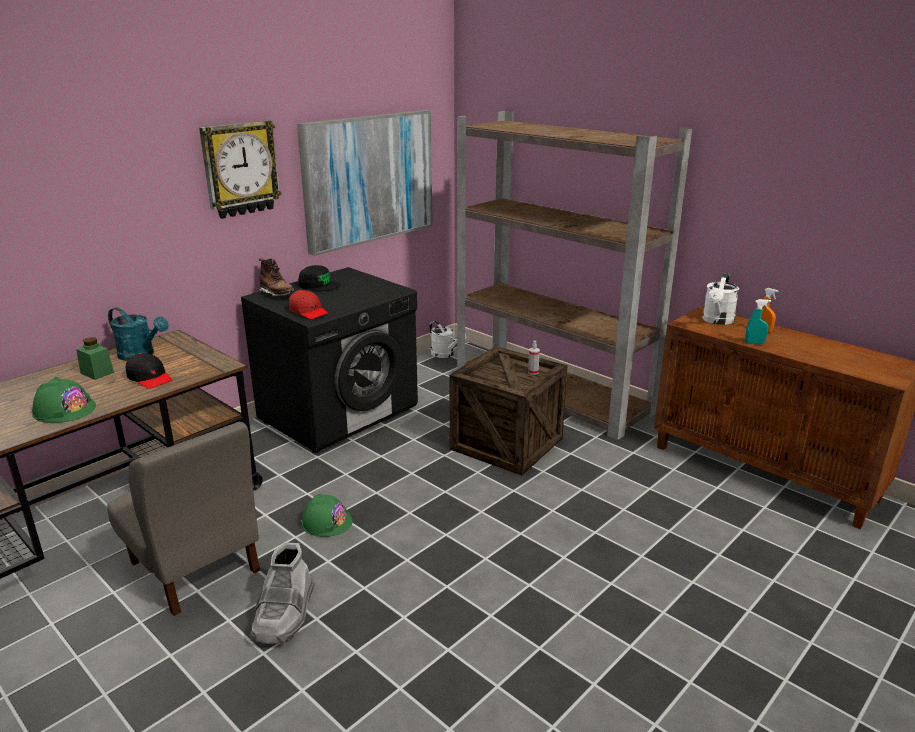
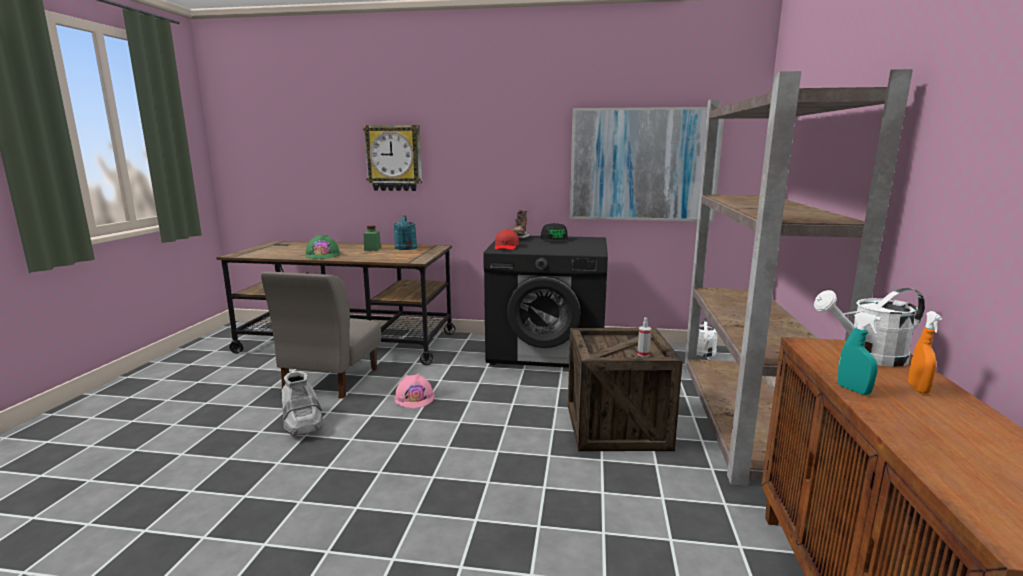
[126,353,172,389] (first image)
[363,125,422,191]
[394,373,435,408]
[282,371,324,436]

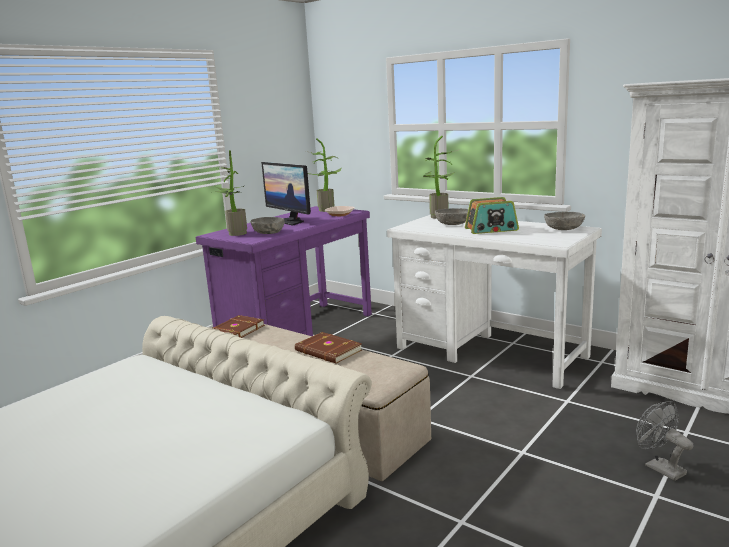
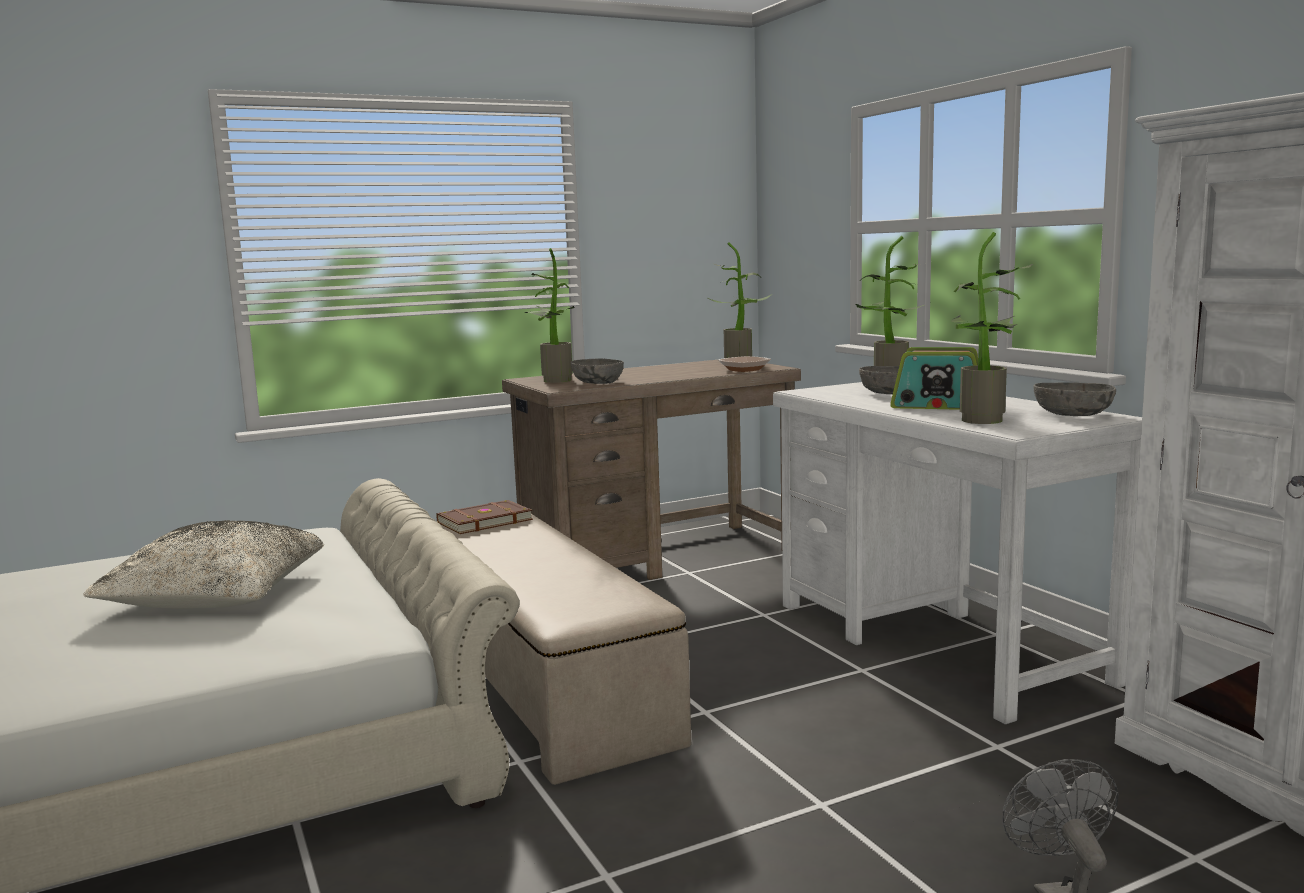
[261,162,311,226] (first image)
[295,332,362,364] (first image)
[84,520,324,609]
[951,232,1033,424]
[502,360,801,580]

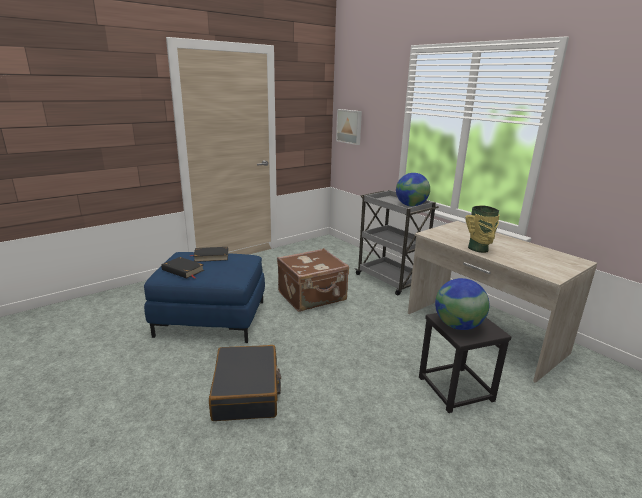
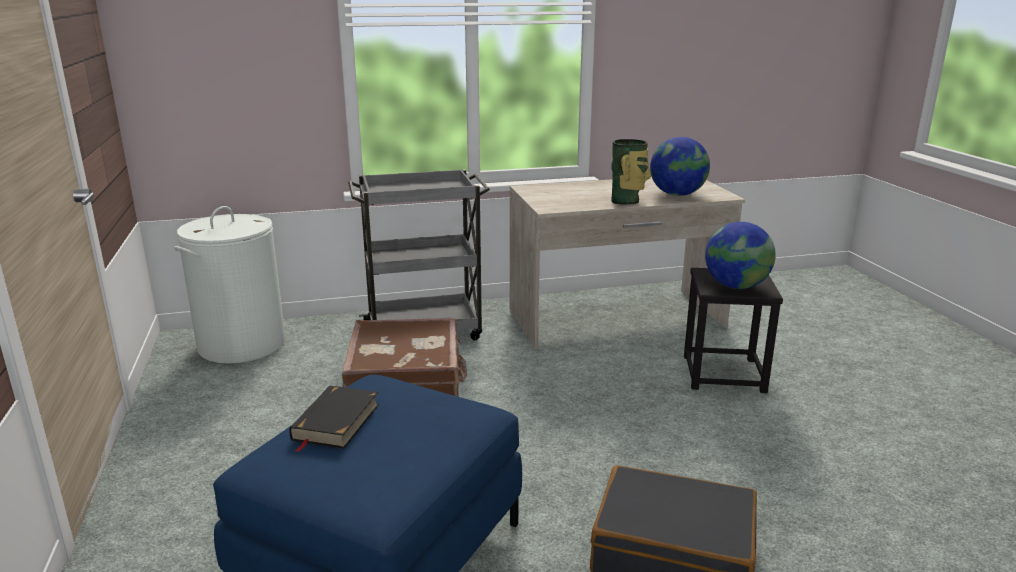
[161,257,205,279] (first image)
[336,109,362,145] (first image)
[174,206,285,364]
[650,137,710,196]

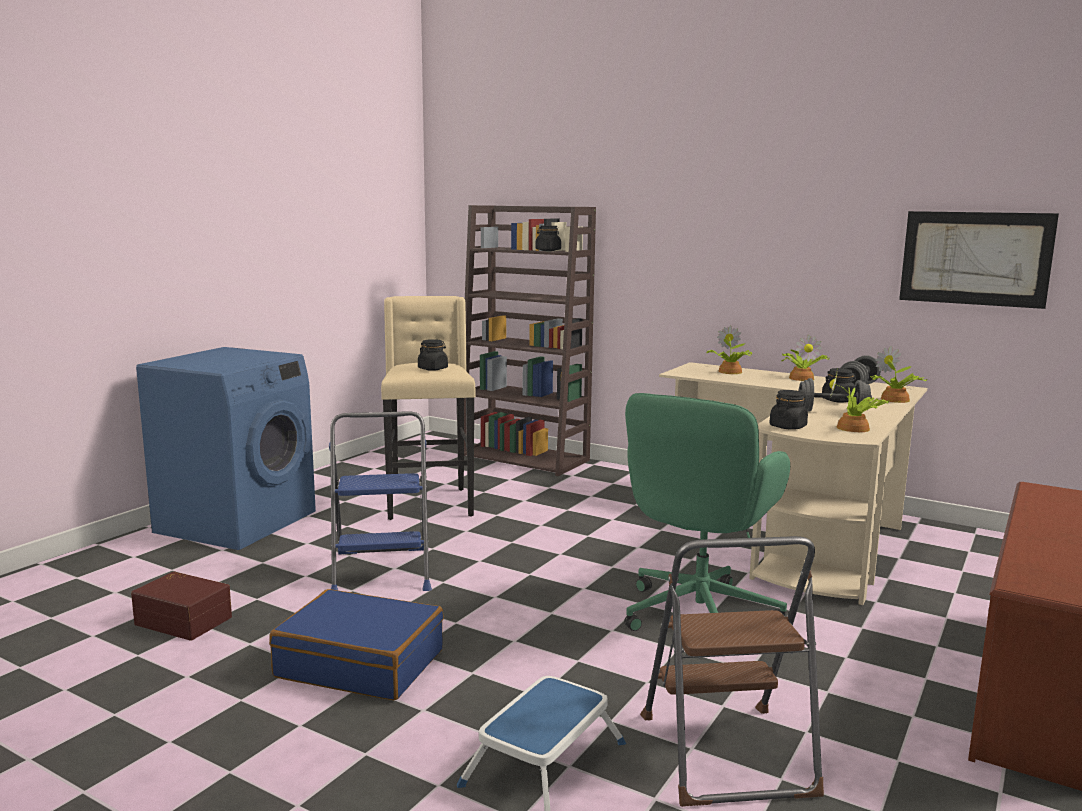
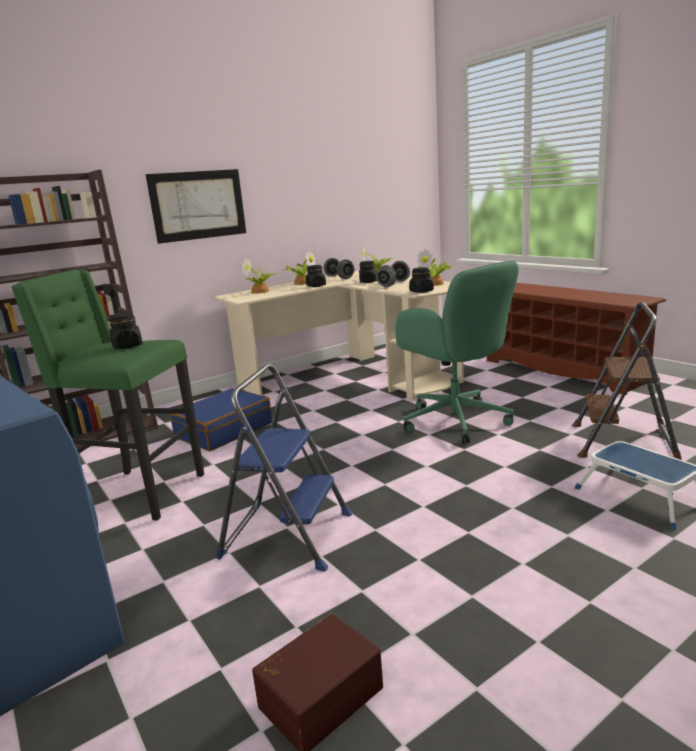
[170,388,272,451]
[306,265,326,287]
[146,169,246,244]
[11,269,204,521]

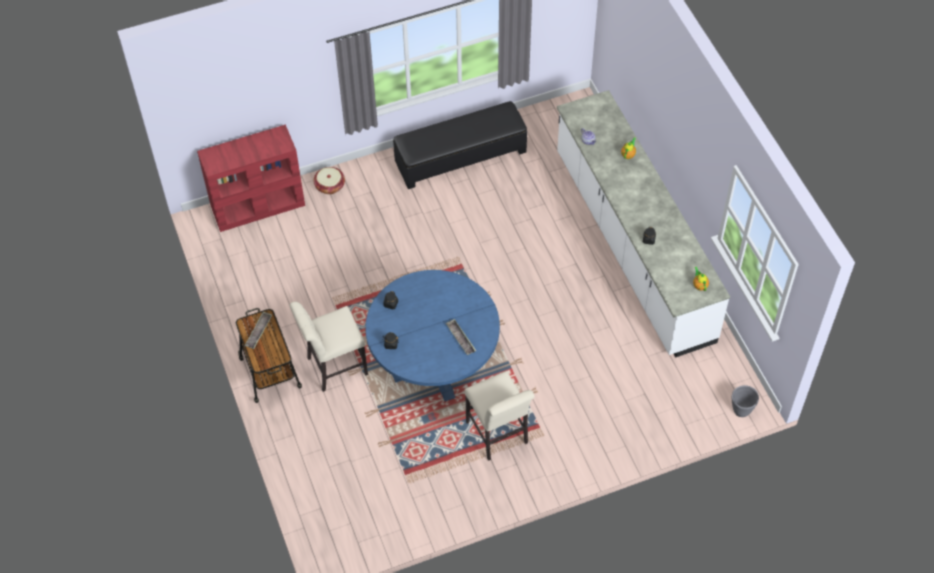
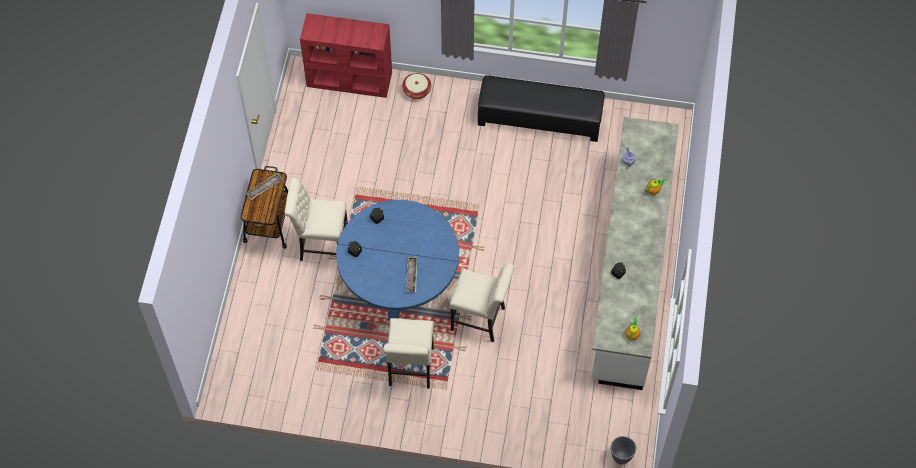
[450,264,514,342]

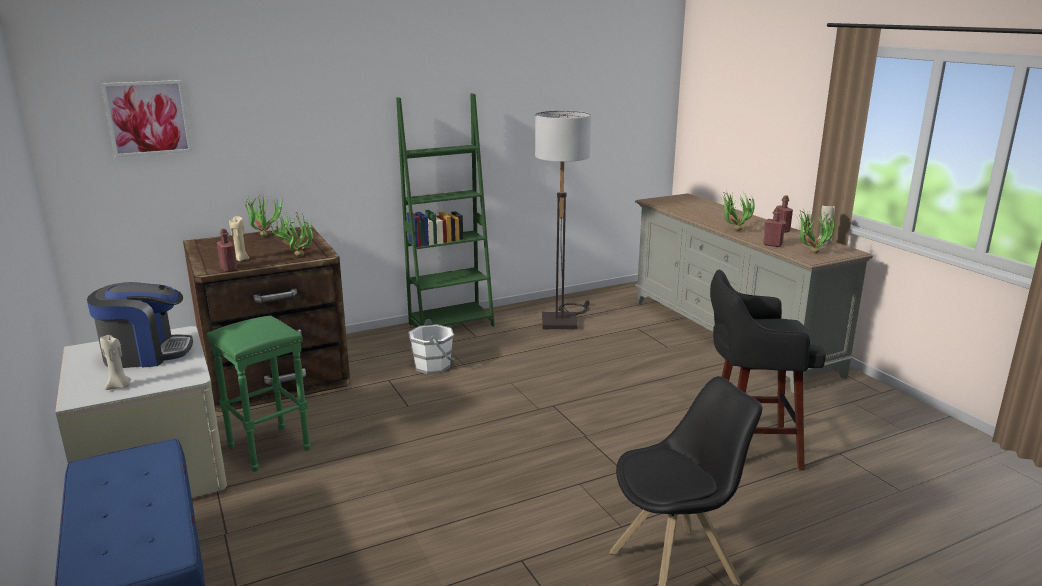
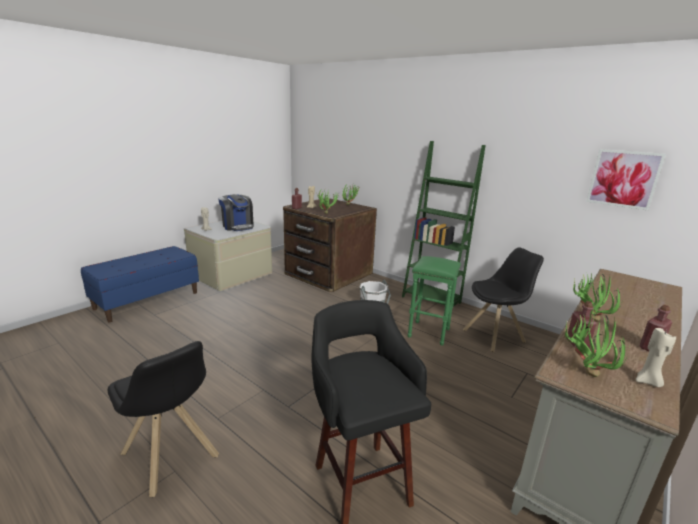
[586,149,666,210]
[408,256,461,346]
[463,247,544,352]

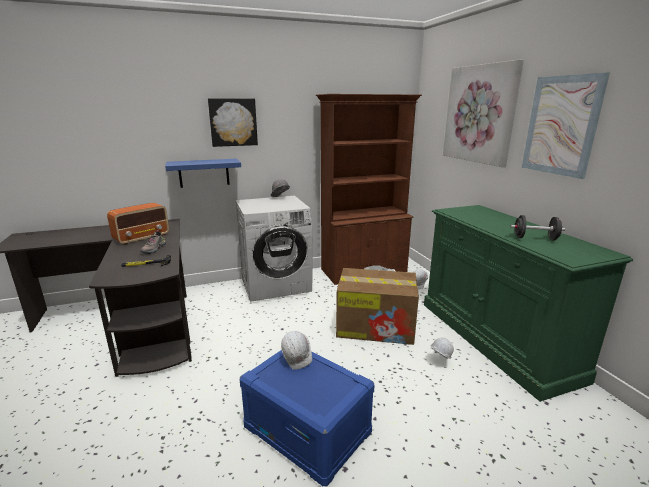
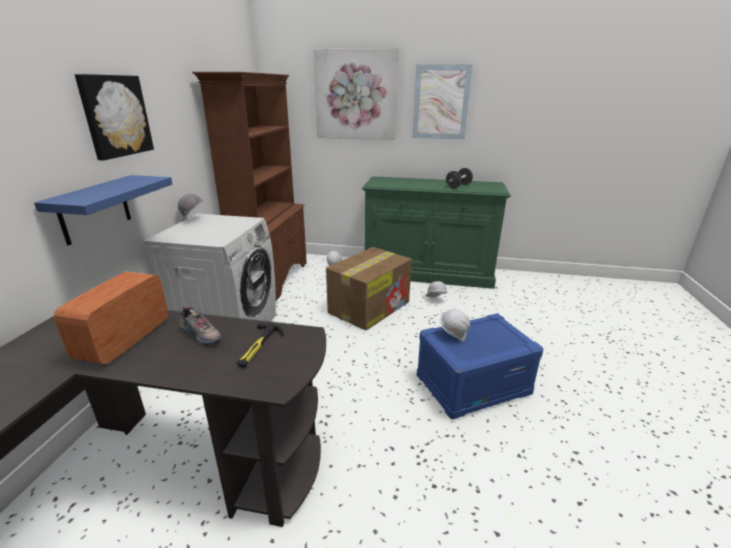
[54,272,168,365]

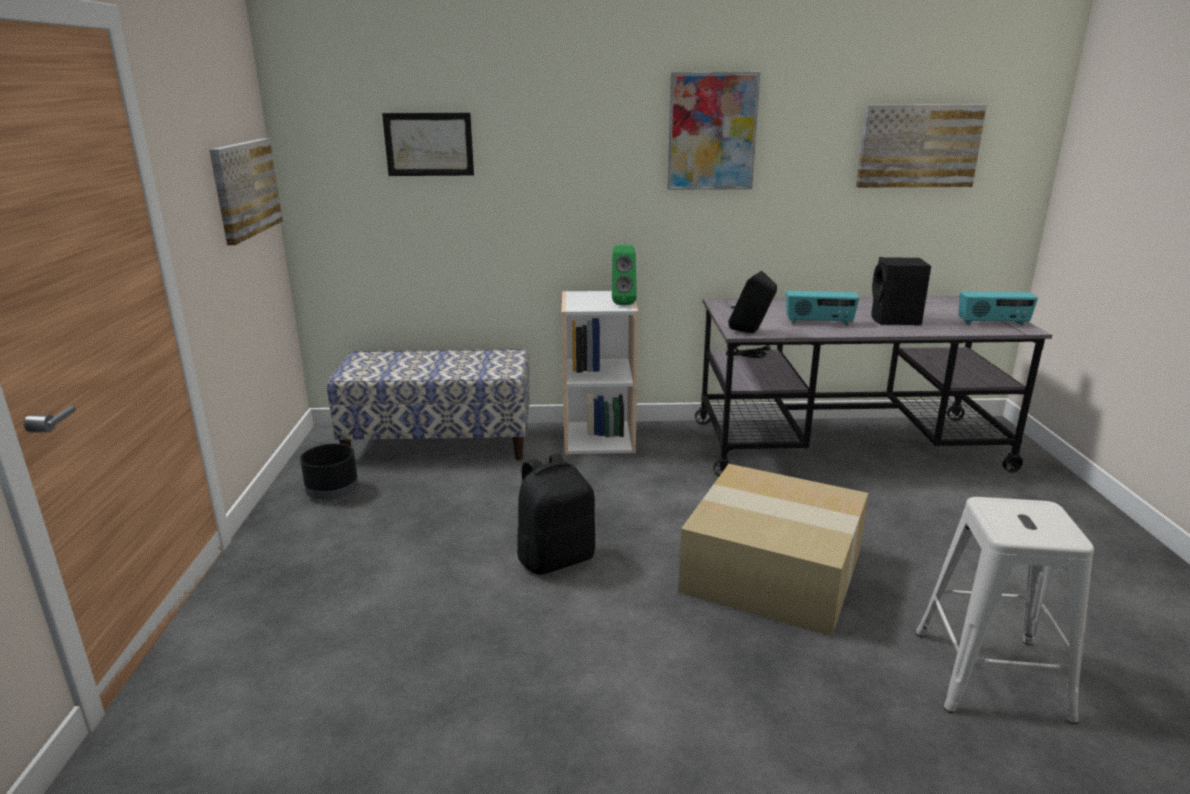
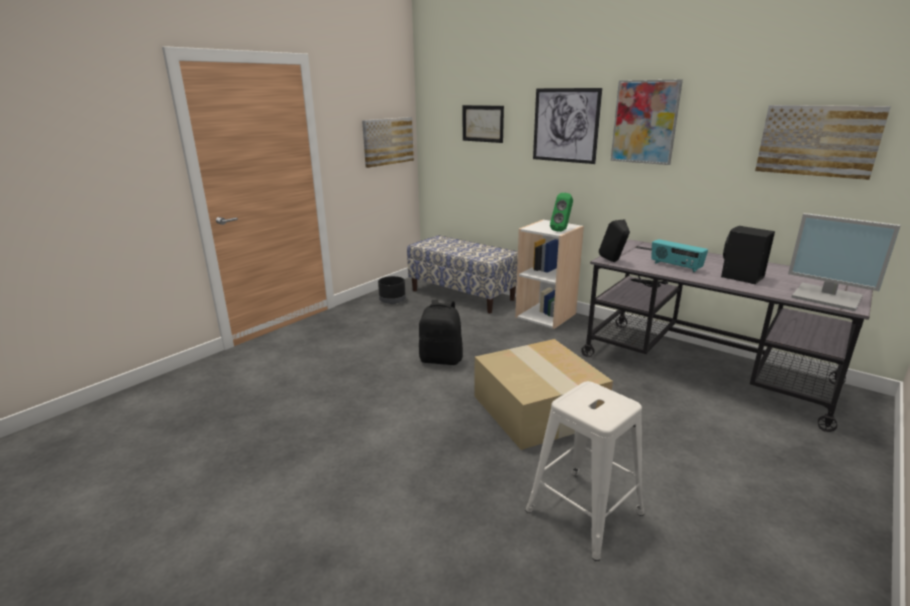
[533,88,602,164]
[788,213,901,311]

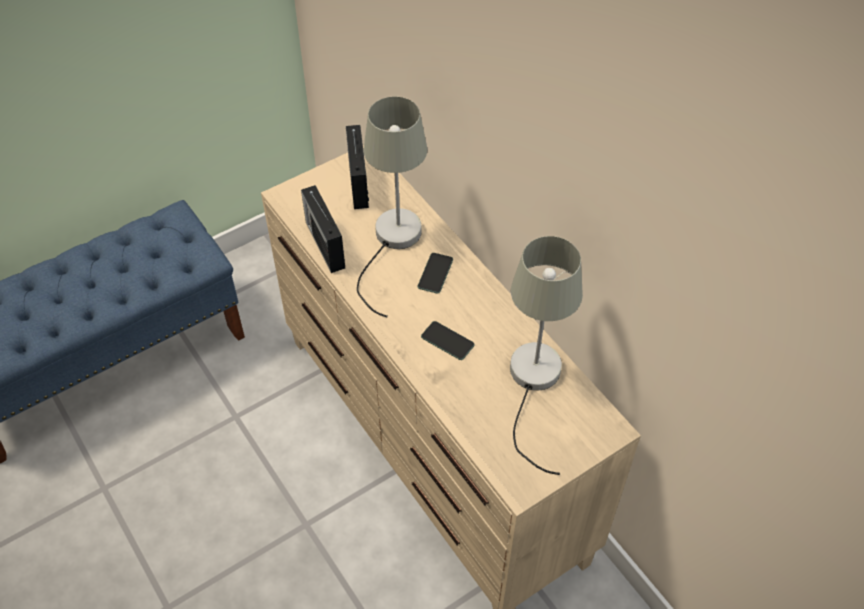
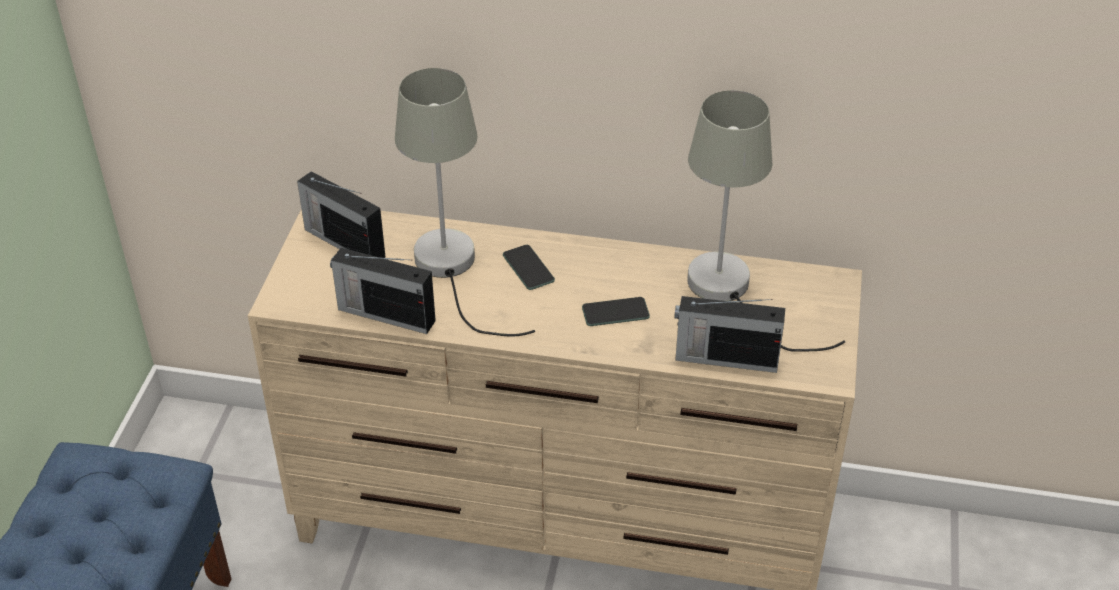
[674,296,785,373]

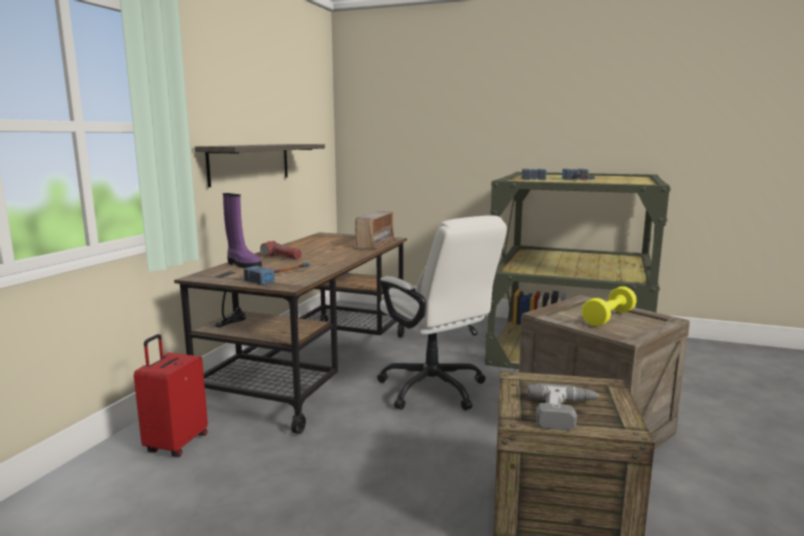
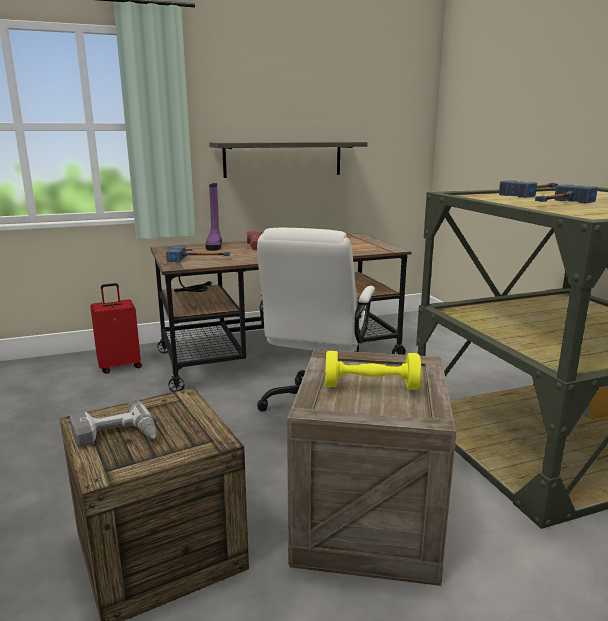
[353,211,395,249] (first image)

